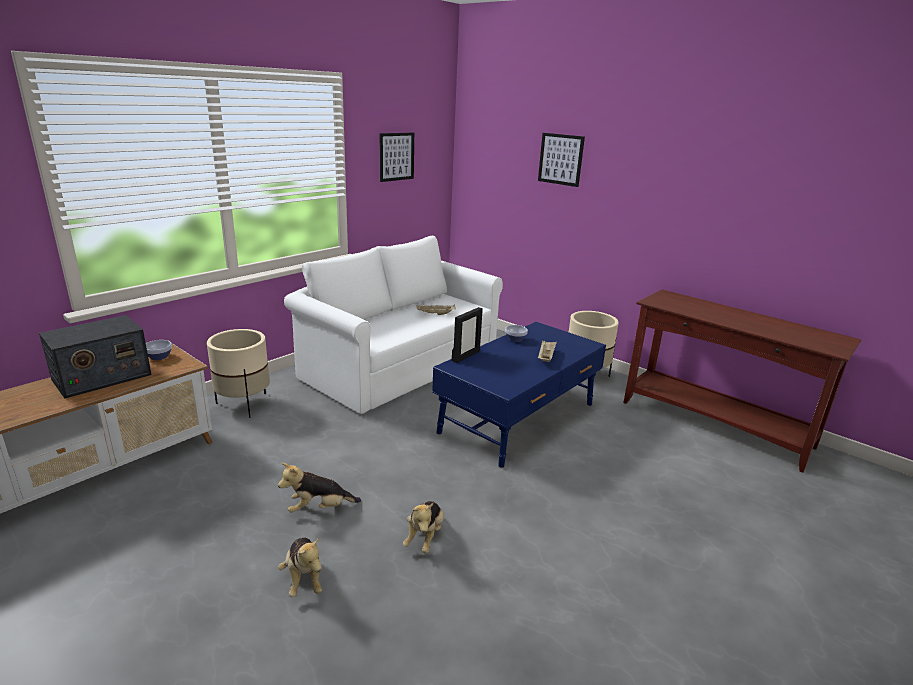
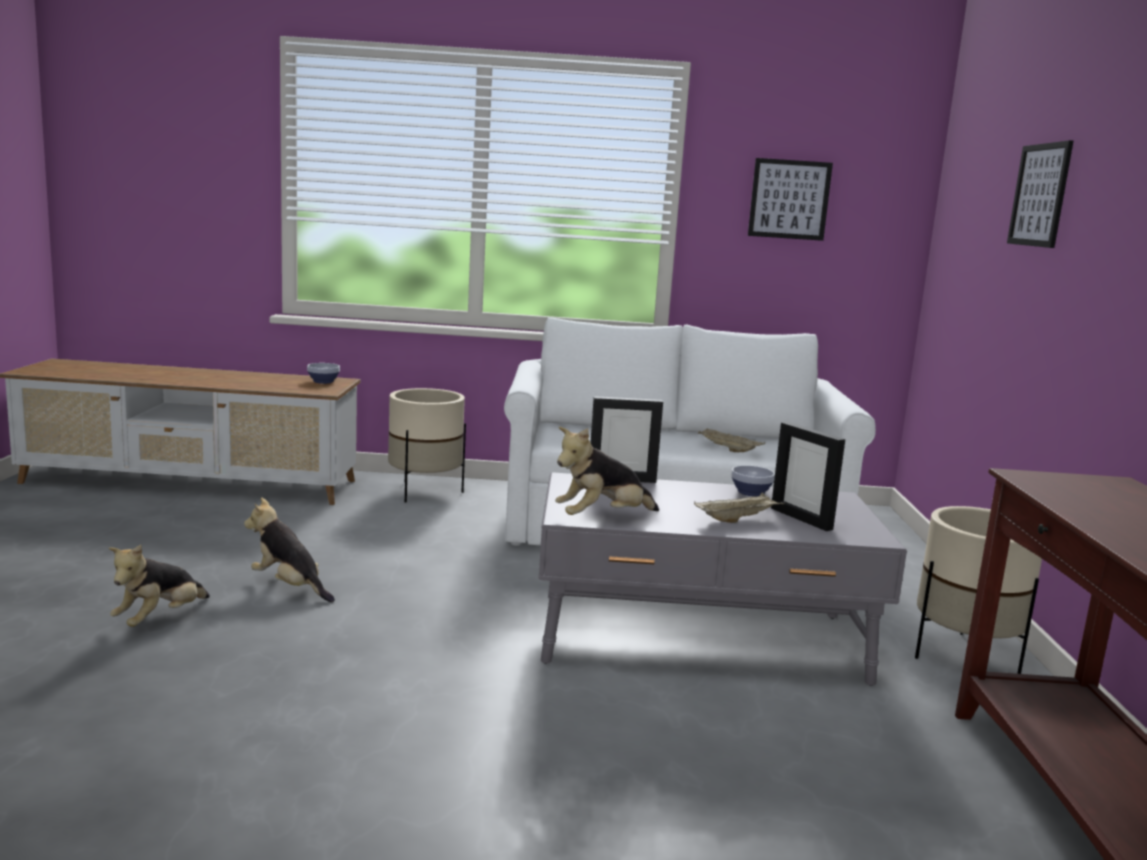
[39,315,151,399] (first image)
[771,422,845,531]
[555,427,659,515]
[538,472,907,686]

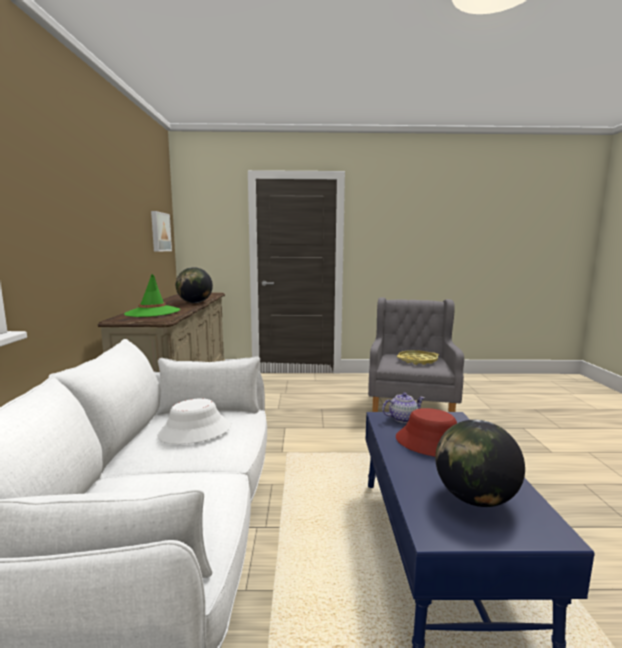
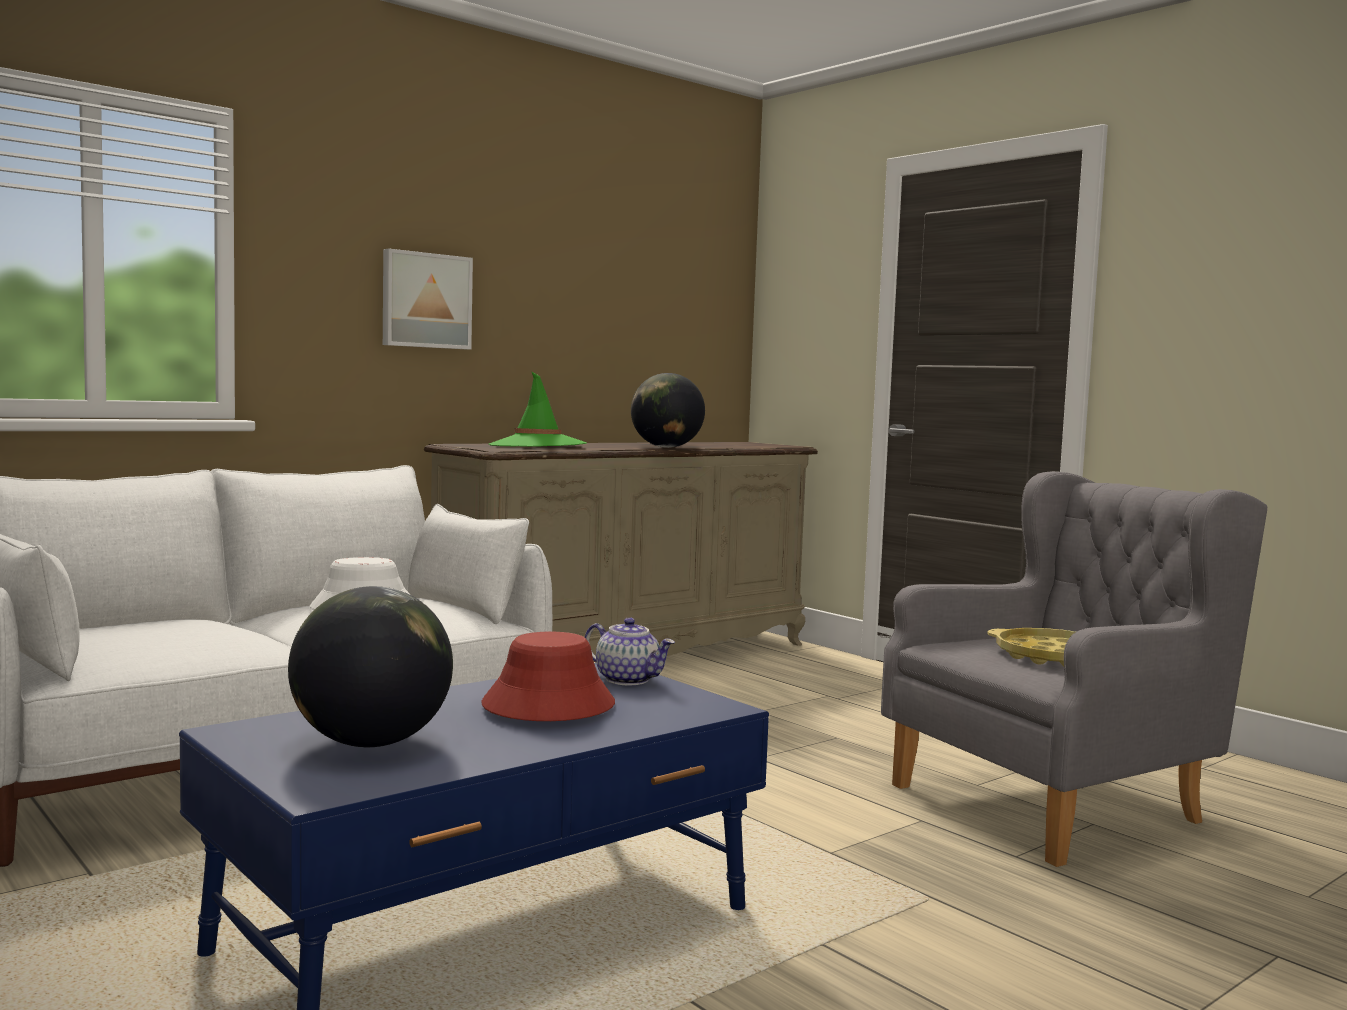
[383,249,473,349]

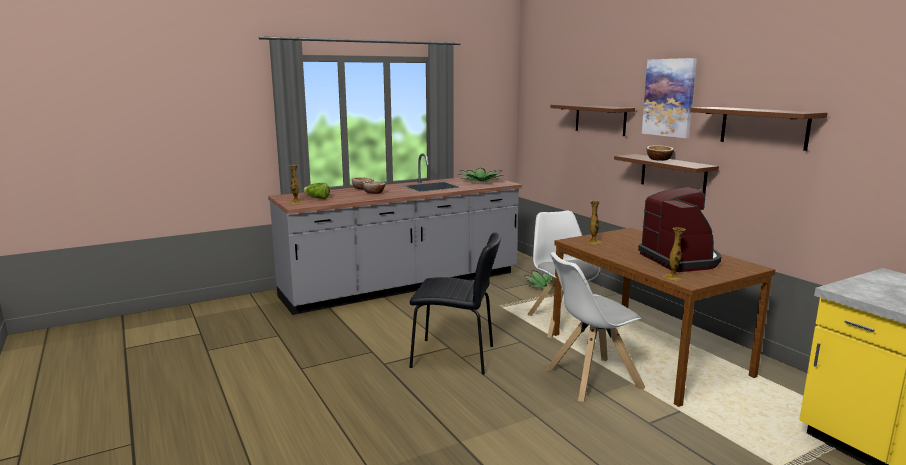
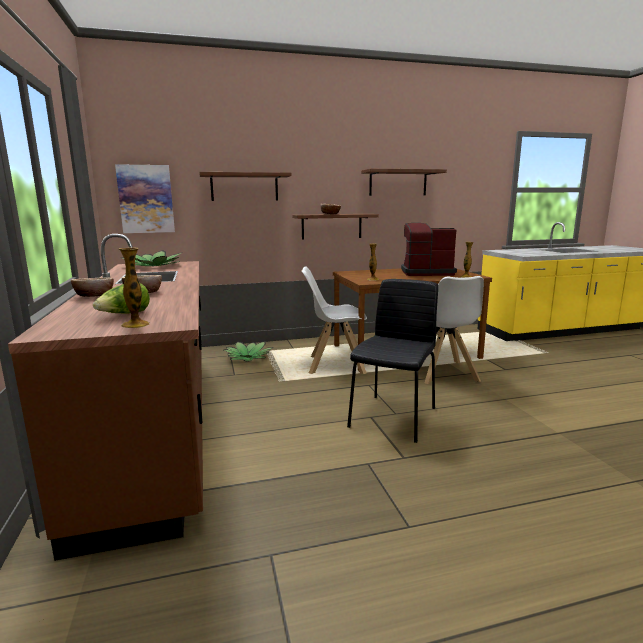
[115,164,175,233]
[8,234,203,561]

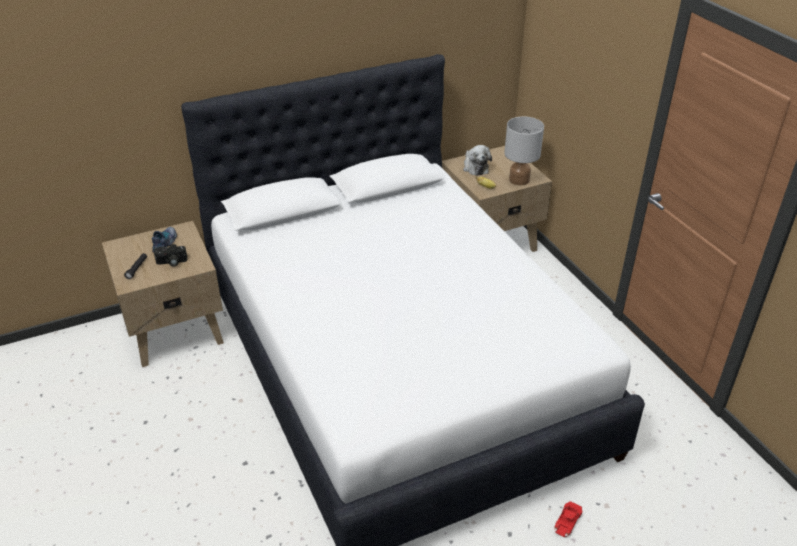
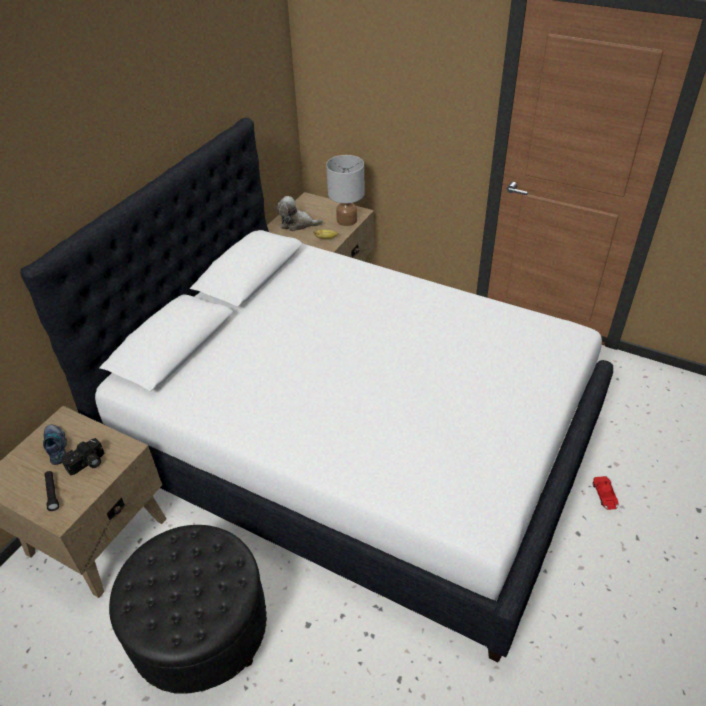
[109,525,267,694]
[277,196,323,232]

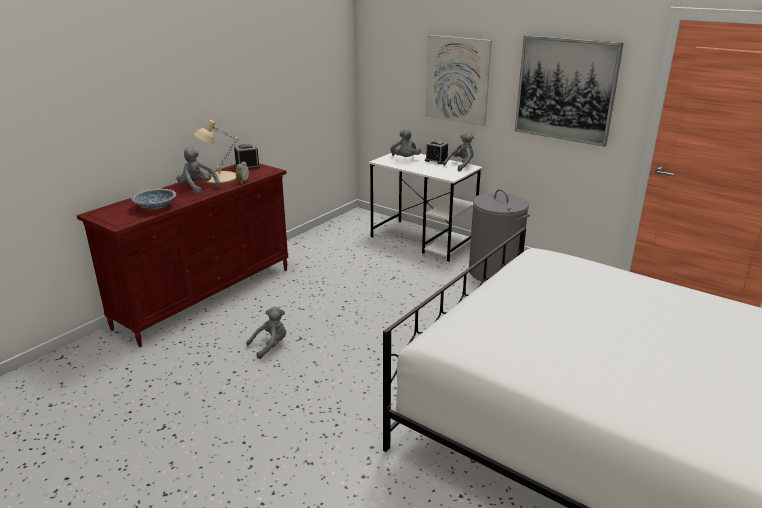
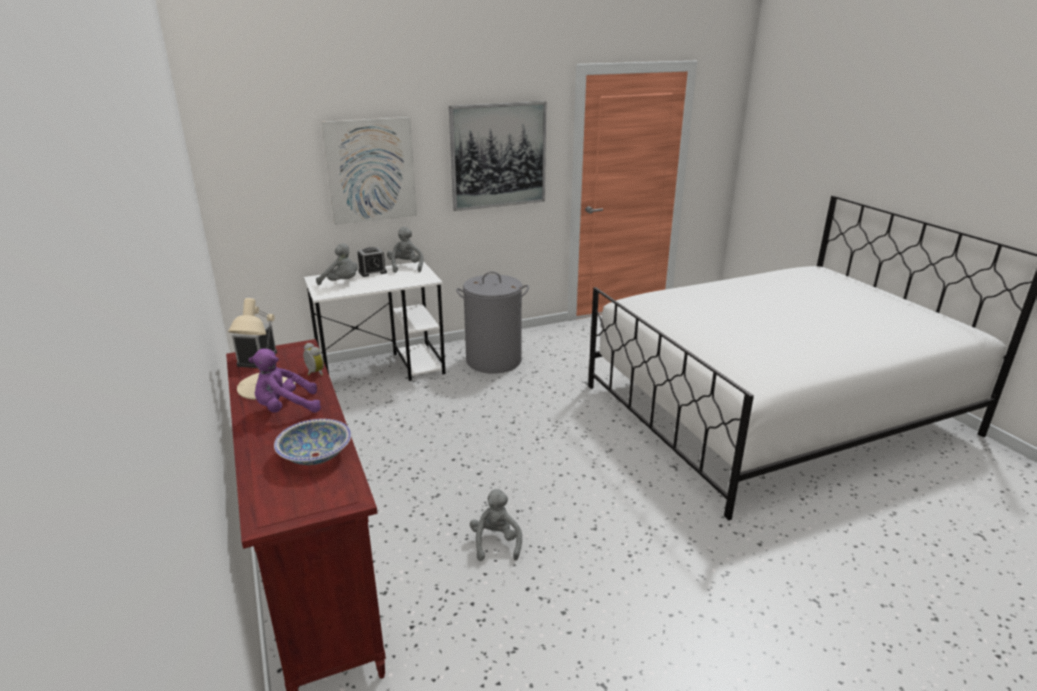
[248,349,321,413]

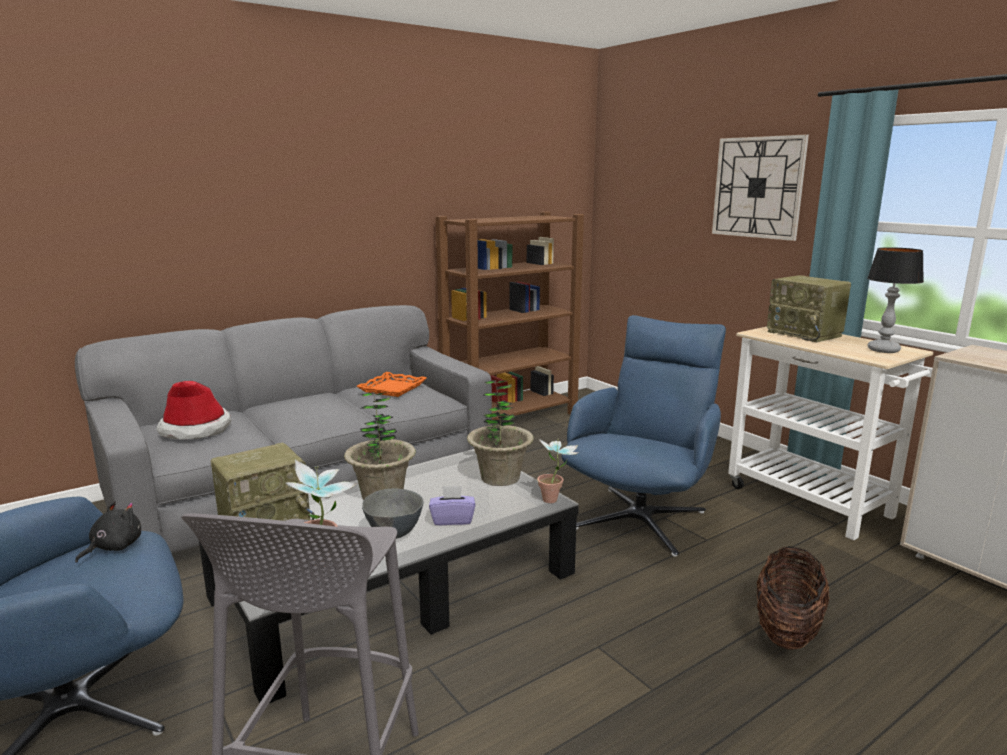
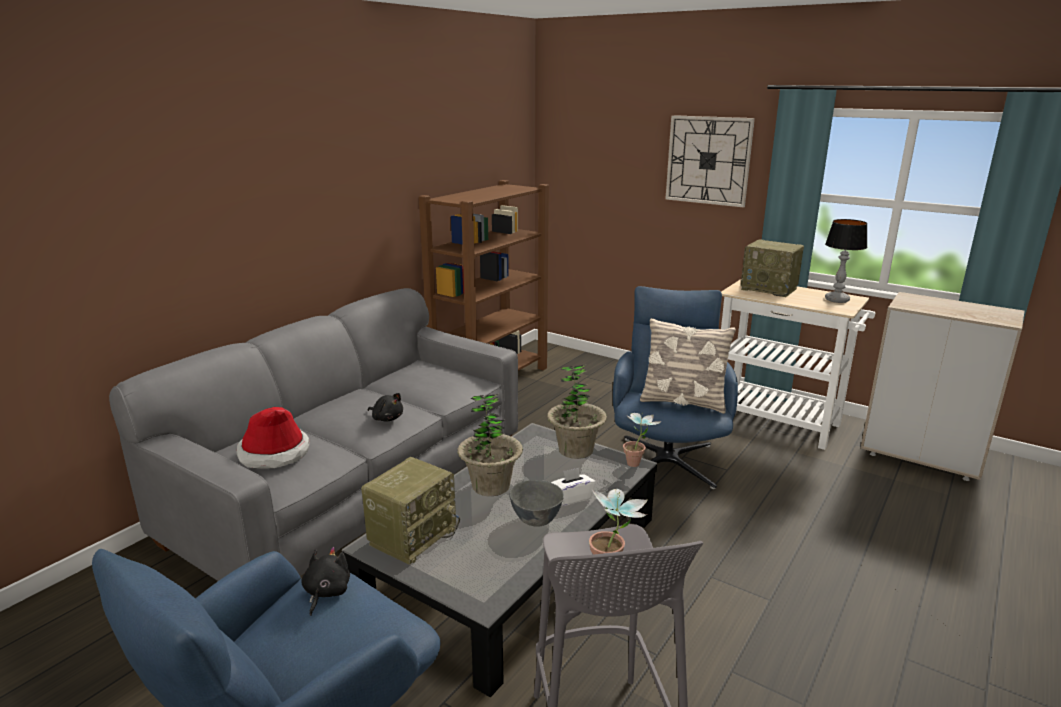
[356,372,427,397] (first image)
[757,546,830,650] (first image)
[368,393,403,421]
[640,318,736,414]
[551,468,596,506]

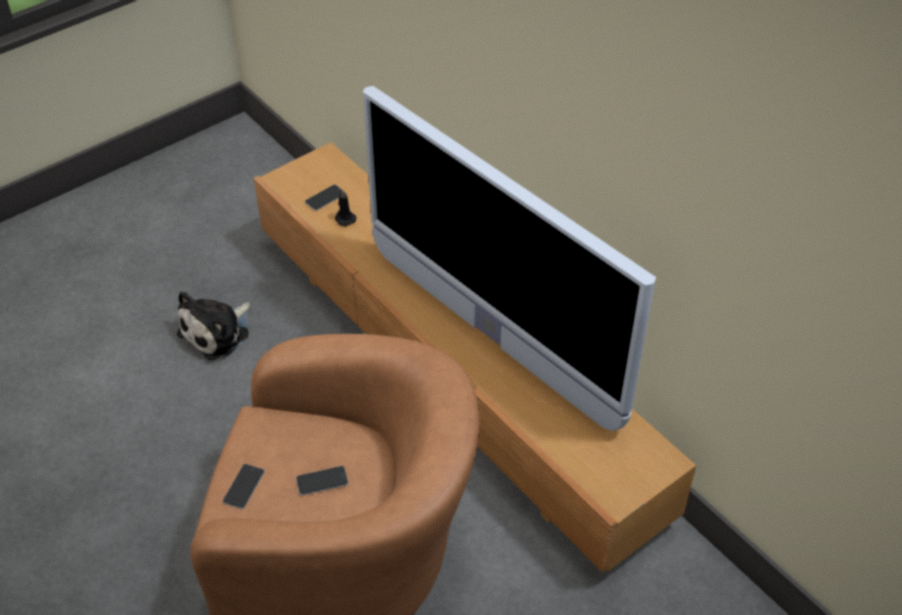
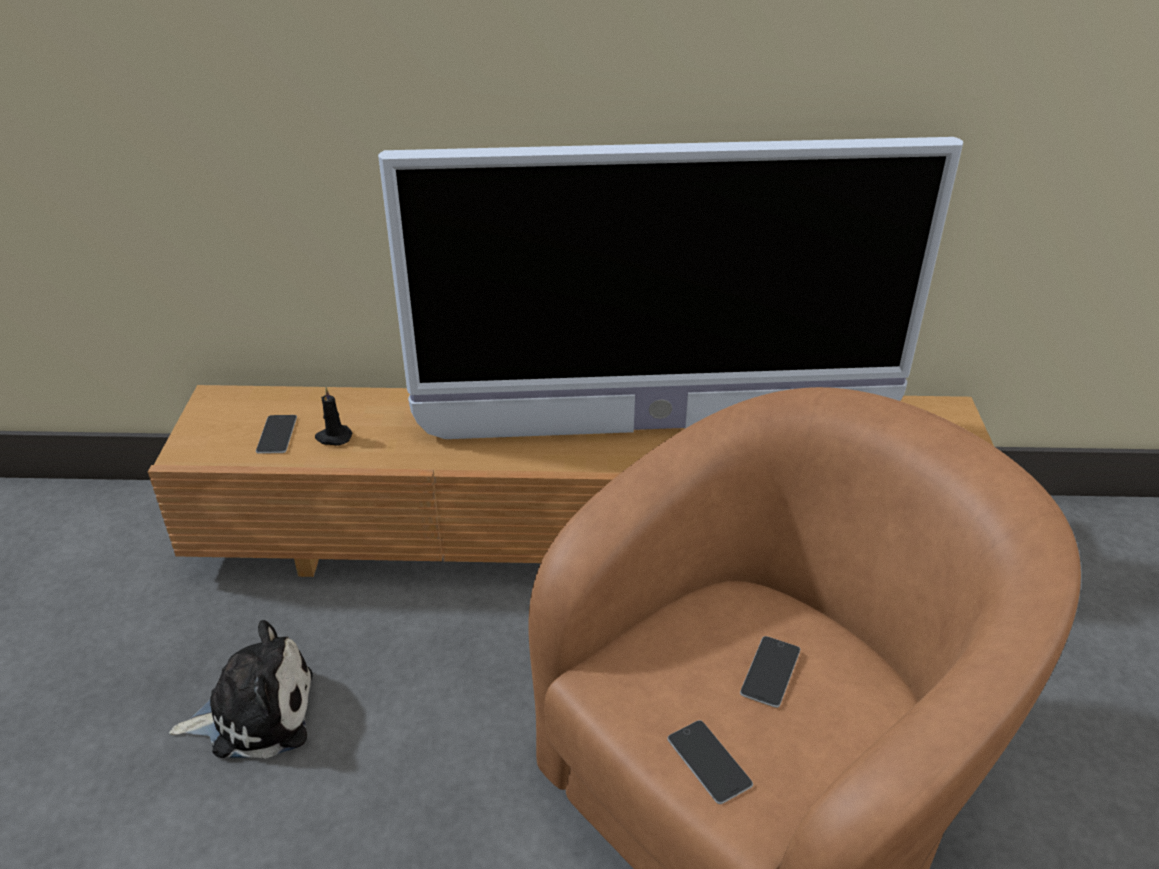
[169,620,312,759]

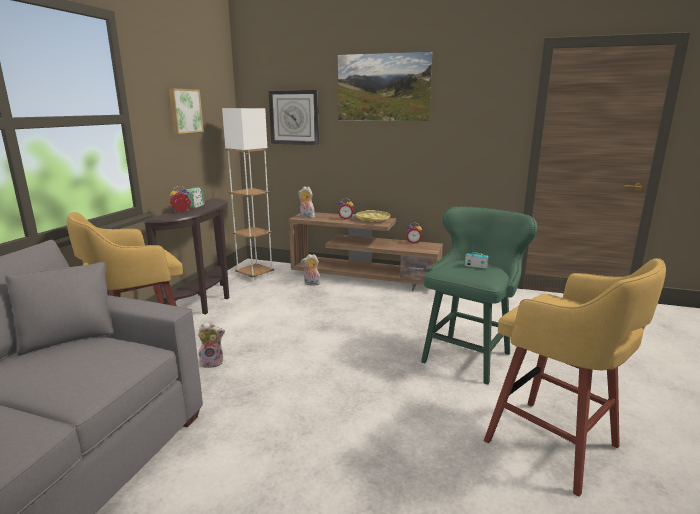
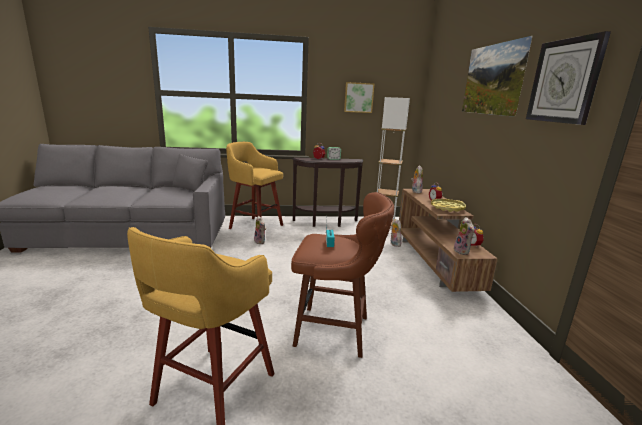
[454,217,474,255]
[526,31,611,125]
[291,192,394,358]

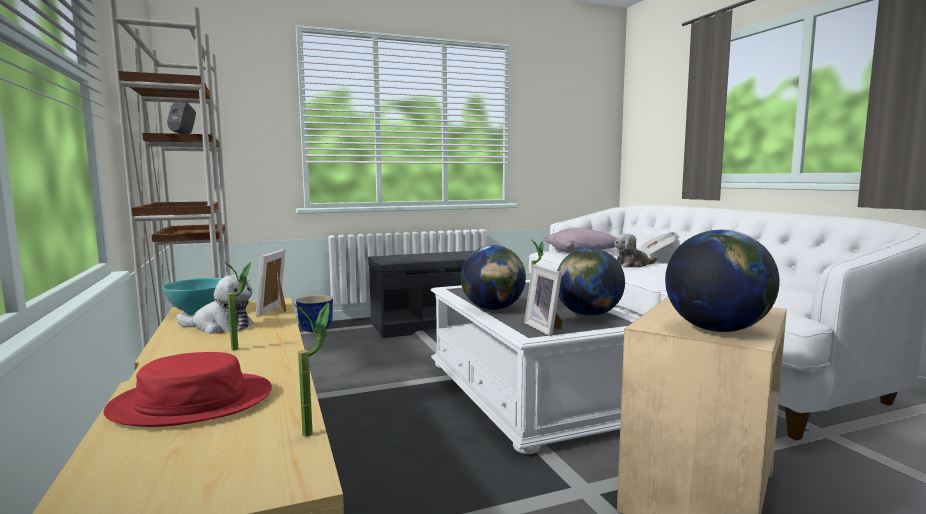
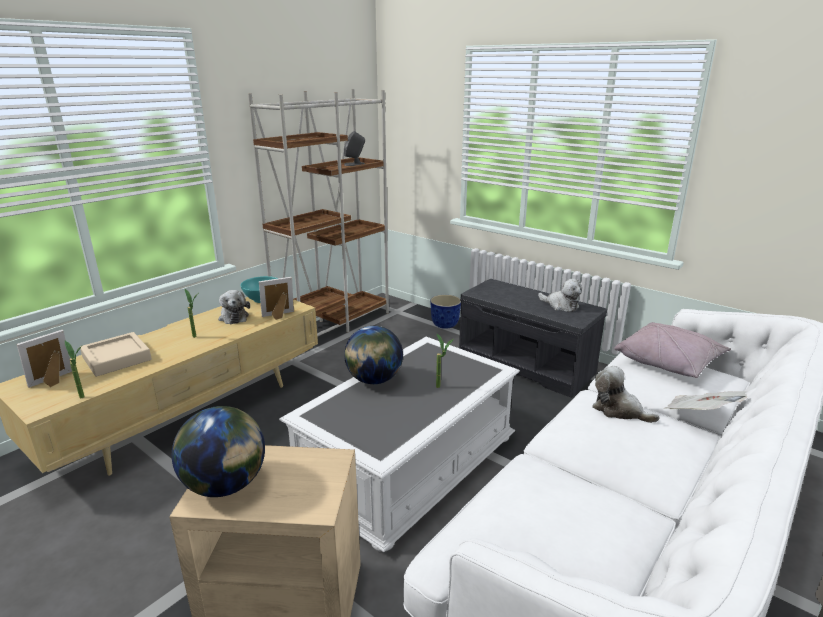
[557,248,625,316] (first image)
[538,279,582,312]
[17,330,72,388]
[80,332,152,377]

